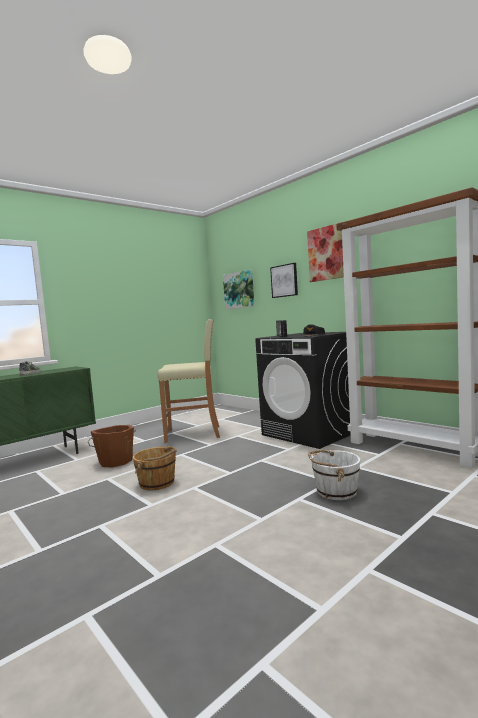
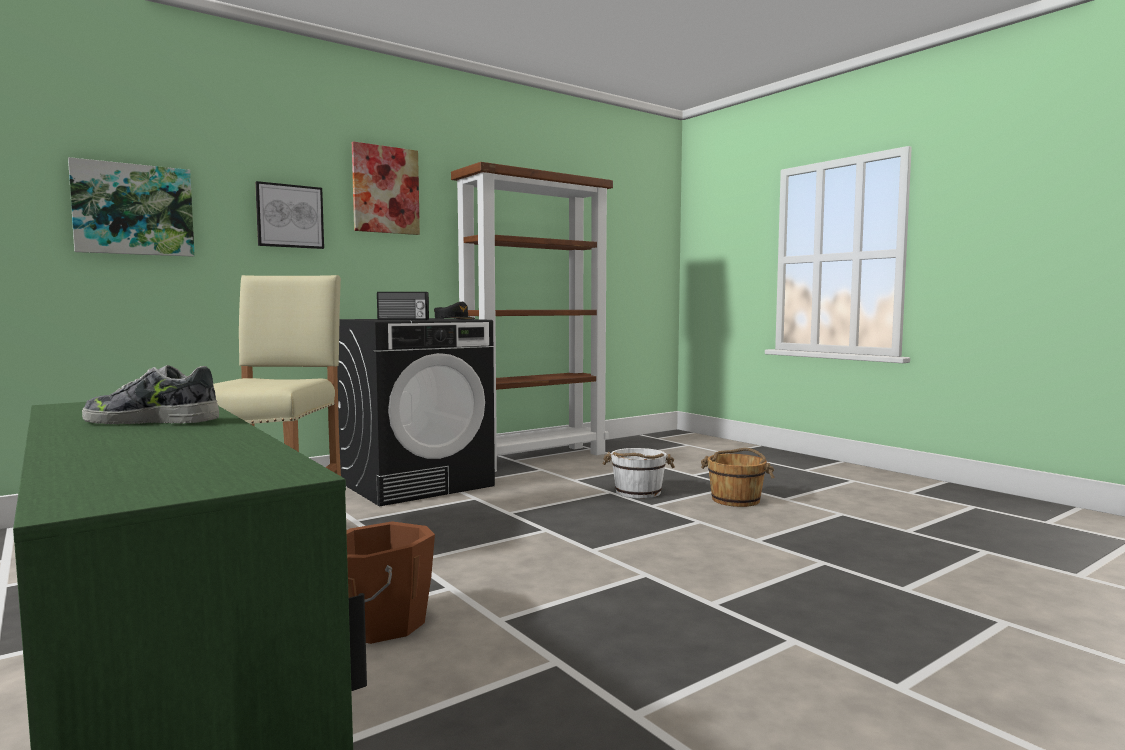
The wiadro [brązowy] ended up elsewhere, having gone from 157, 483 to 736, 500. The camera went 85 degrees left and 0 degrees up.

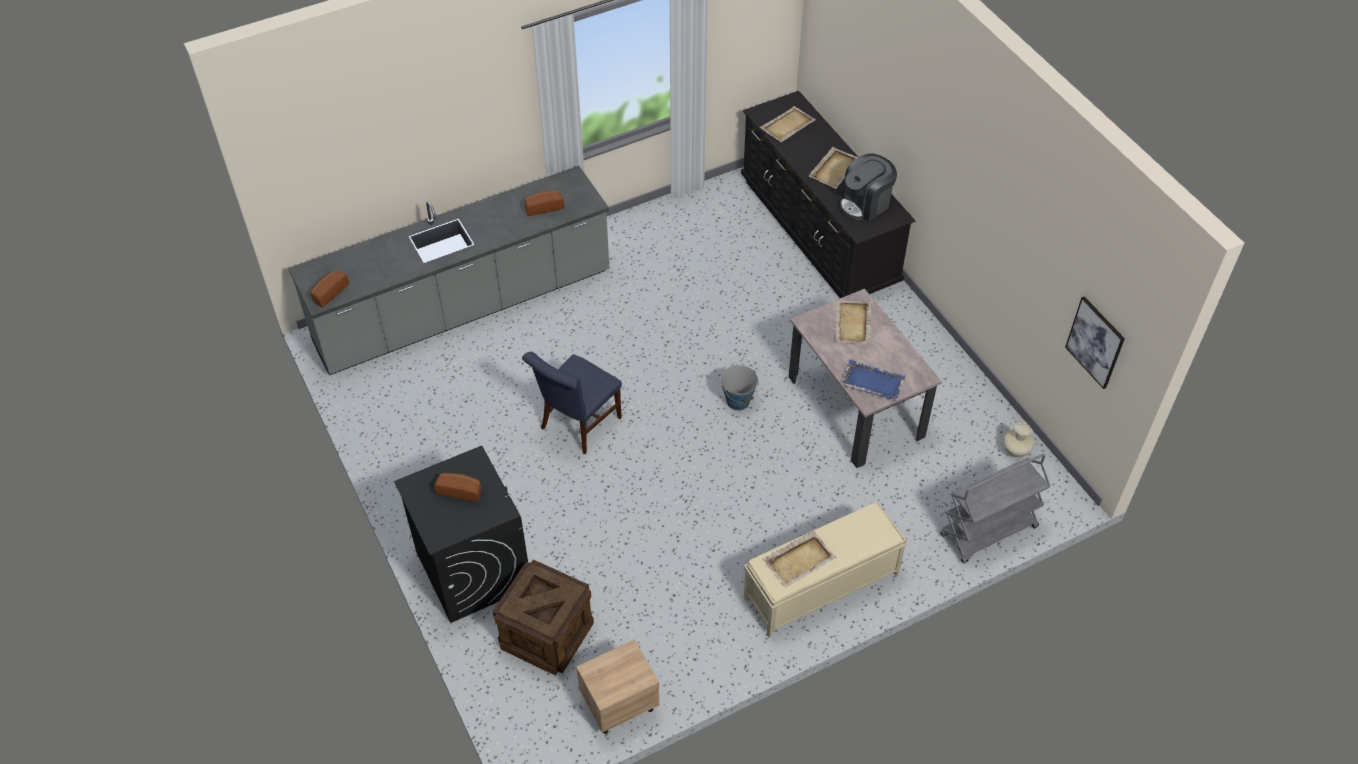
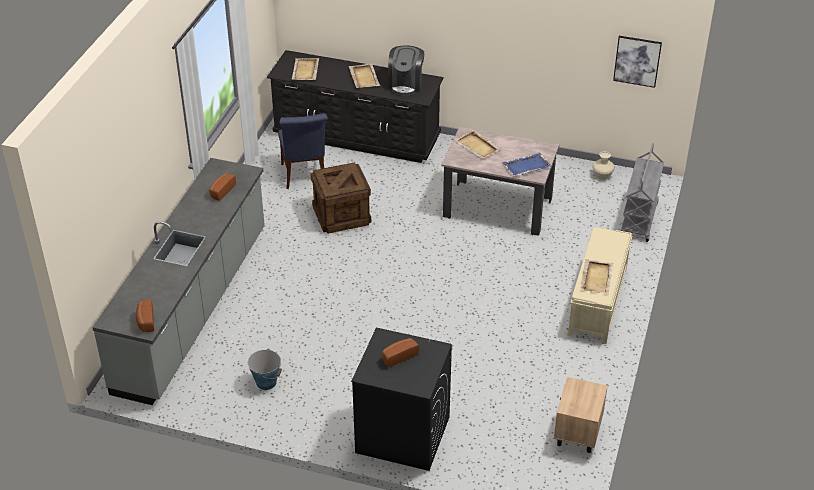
The skrzynka ended up elsewhere, having gone from 547, 633 to 341, 215. The krzesło [niebieski] ended up elsewhere, having gone from 577, 426 to 305, 176. The wiadro ended up elsewhere, having gone from 738, 401 to 266, 382. The camera went 45 degrees left and 10 degrees down.

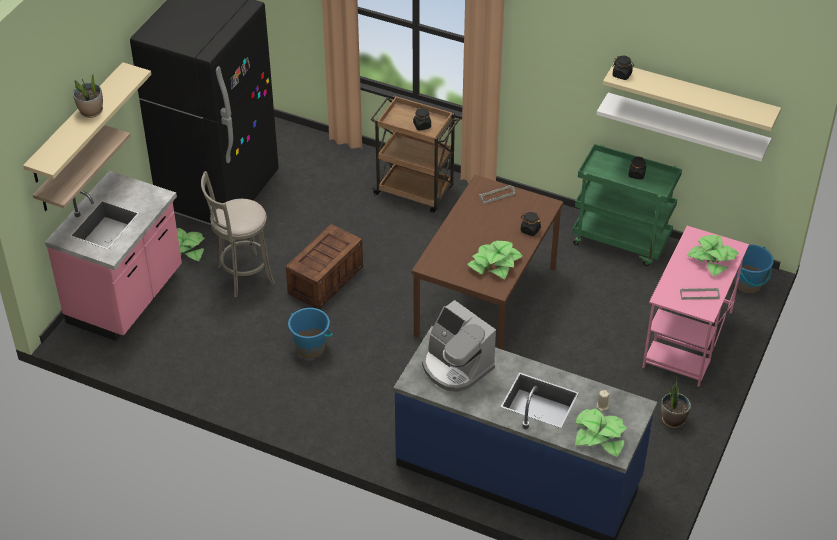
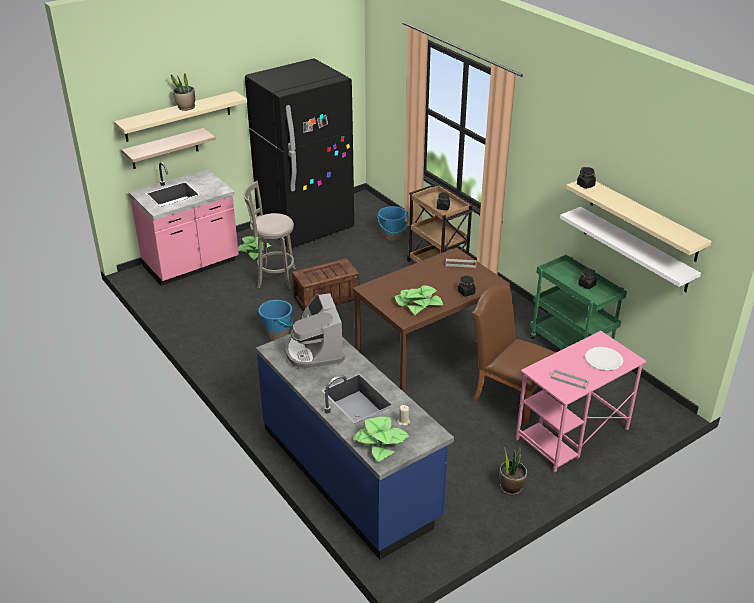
Where the roślina doniczkowa stood at 712, 258, the talerz [biały] came to stand at 603, 359. The wiadro [niebieski] ended up elsewhere, having gone from 748, 284 to 392, 236. The second view gained the krzesło [brązowy] at 509, 394. The camera went 30 degrees right and 10 degrees down.

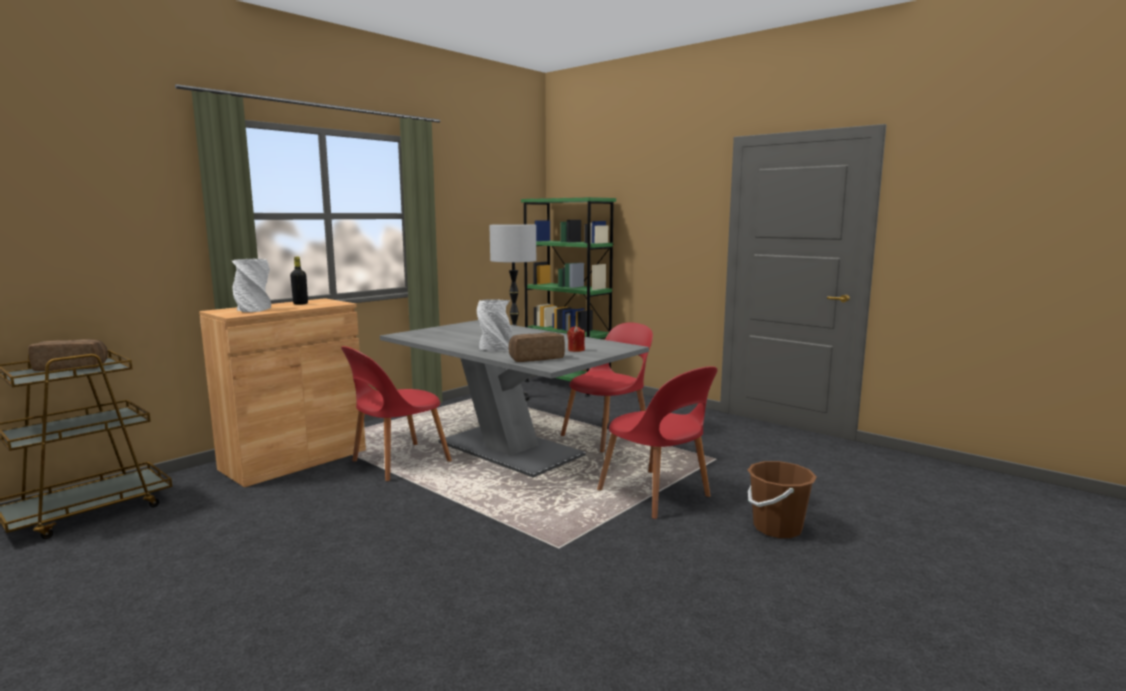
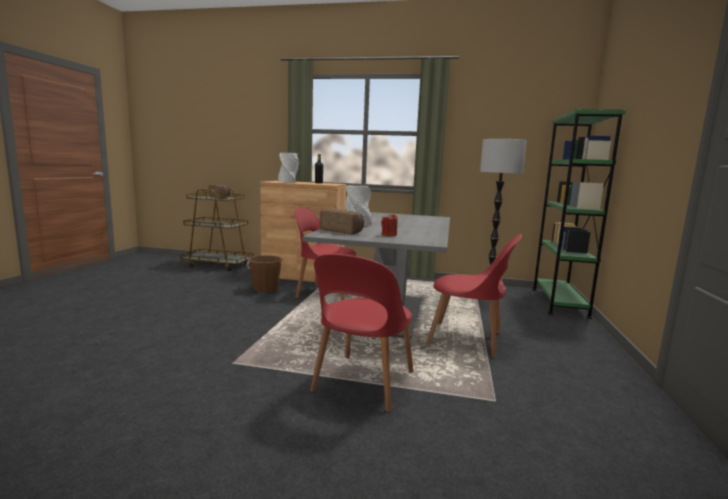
The wiadro [brązowy] ended up elsewhere, having gone from 777, 528 to 265, 289. The camera went 60 degrees right and 0 degrees up.

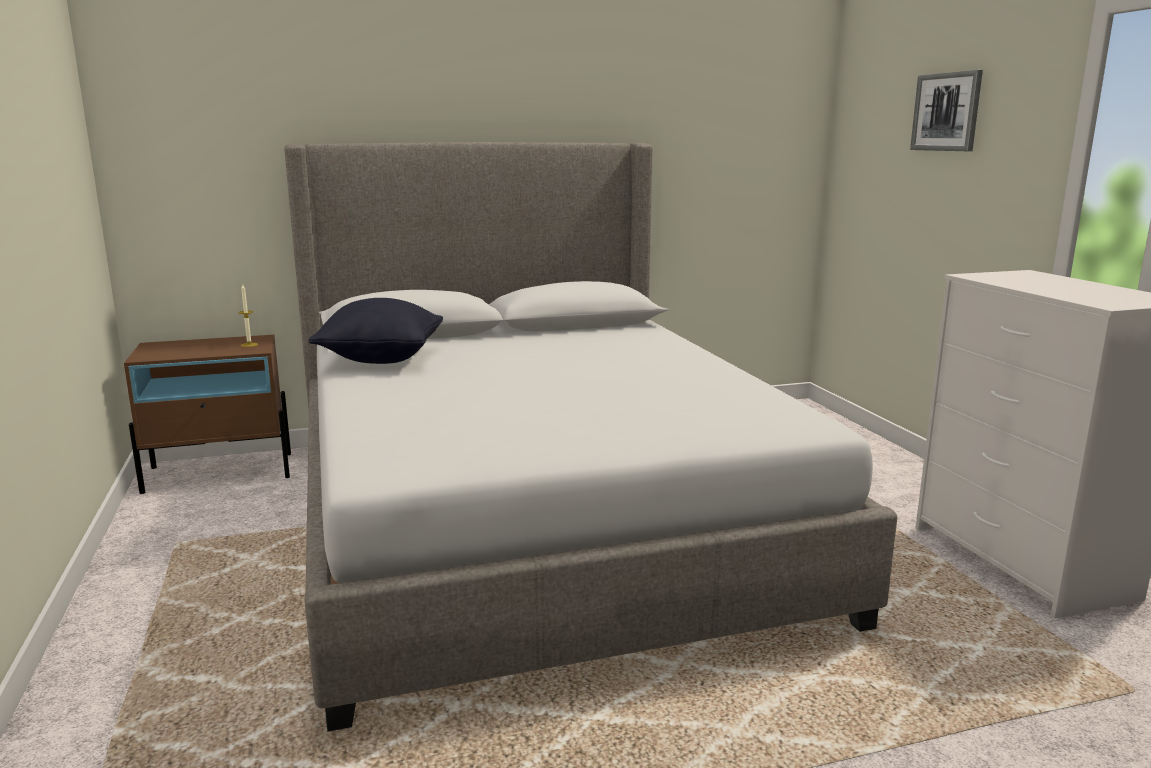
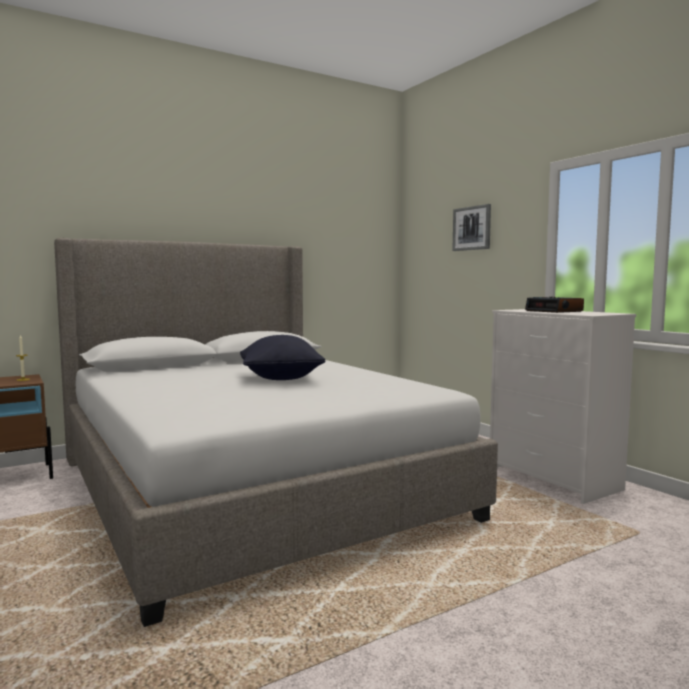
The poduszka [czarny] ended up elsewhere, having gone from 381, 359 to 281, 378. The second view gained the budzik at 554, 311. The camera went 15 degrees left and 10 degrees down.

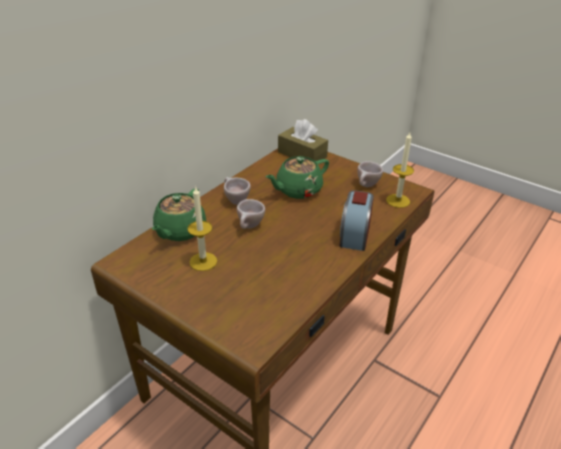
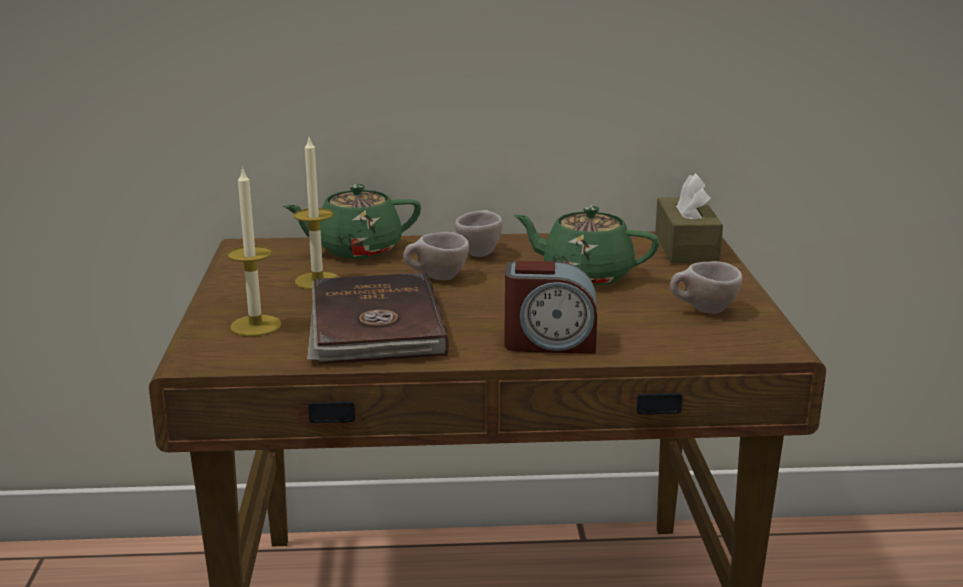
The budzik at 354, 235 ended up facing another way, 150 degrees counterclockwise from before. The świeca ended up elsewhere, having gone from 398, 201 to 255, 325. The second view gained the książka [brązowy] at 374, 326. The camera went 50 degrees right and 15 degrees down.

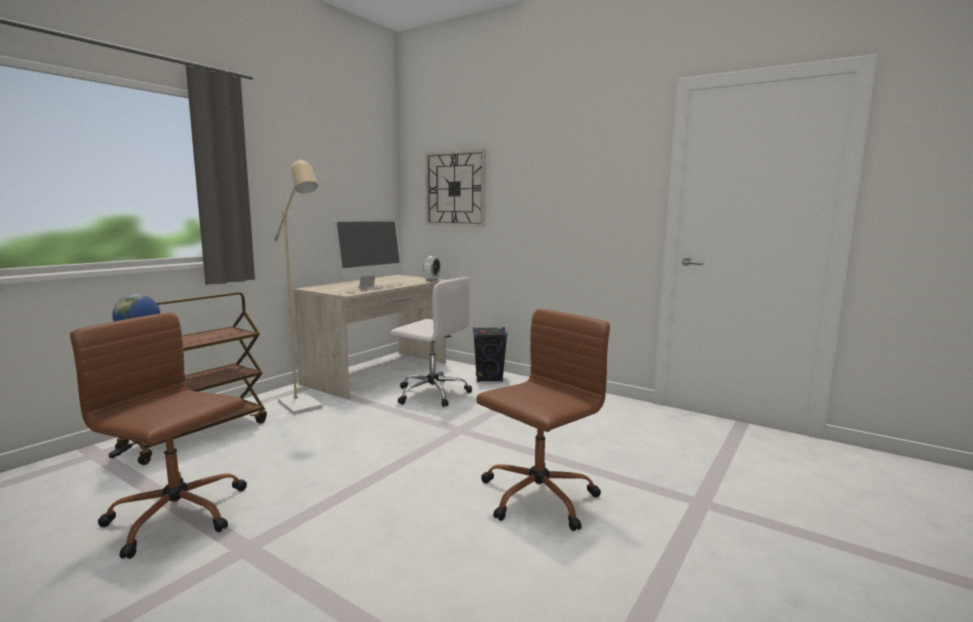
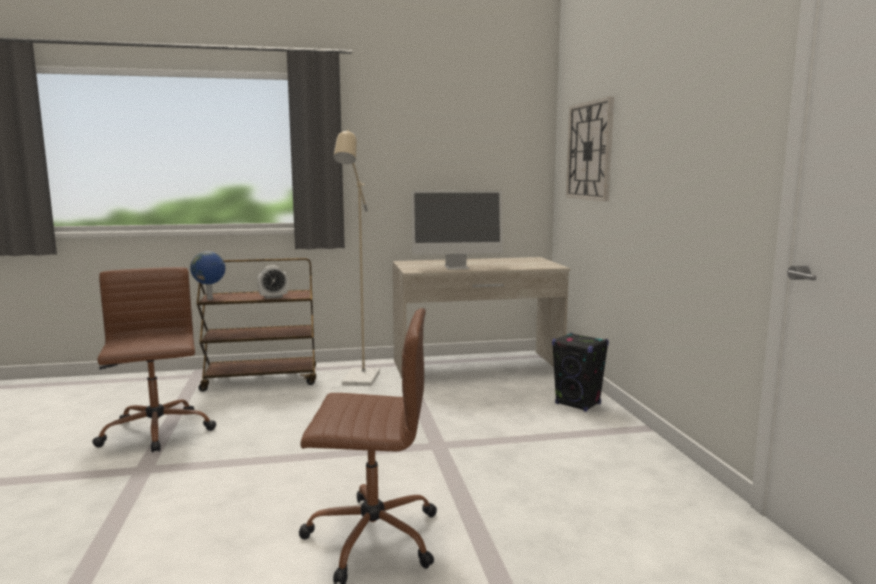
The second view lost the krzesło biurowe [biały] at 431, 393. The budzik ended up elsewhere, having gone from 431, 280 to 273, 297. The camera went 45 degrees right and 0 degrees up.

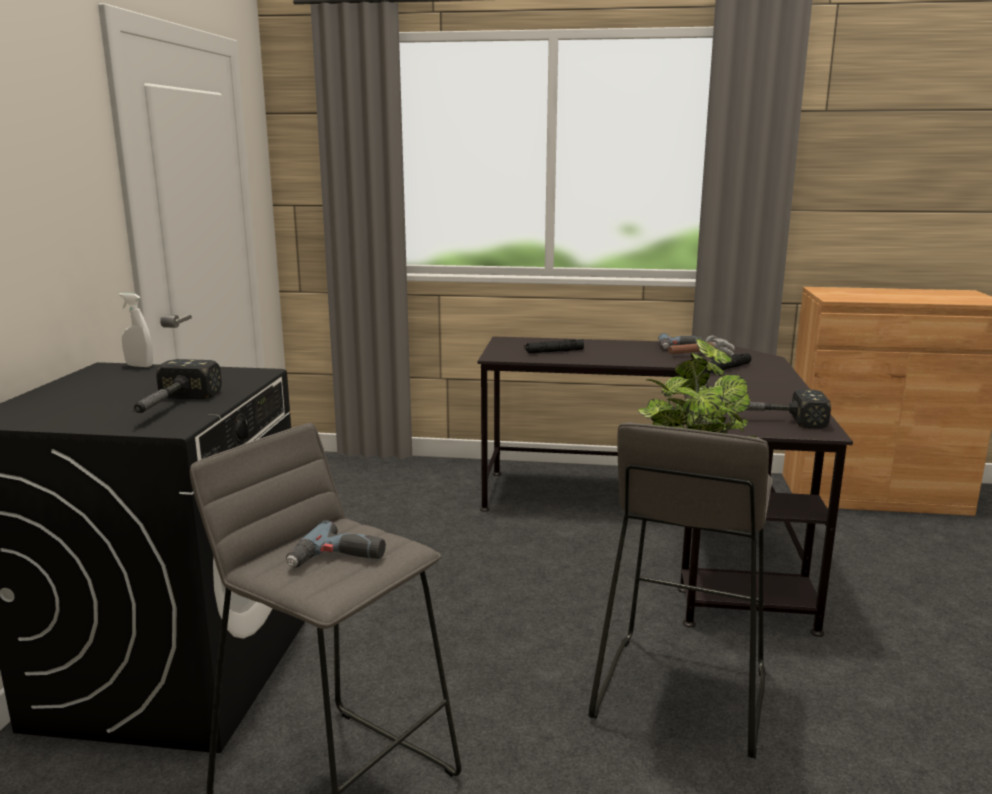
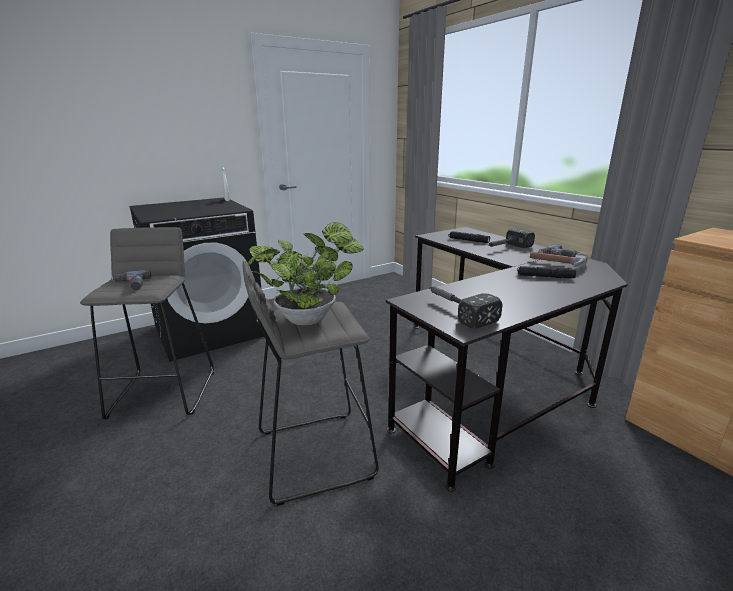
The młotek ended up elsewhere, having gone from 169, 408 to 506, 248. The camera went 50 degrees right and 5 degrees up.

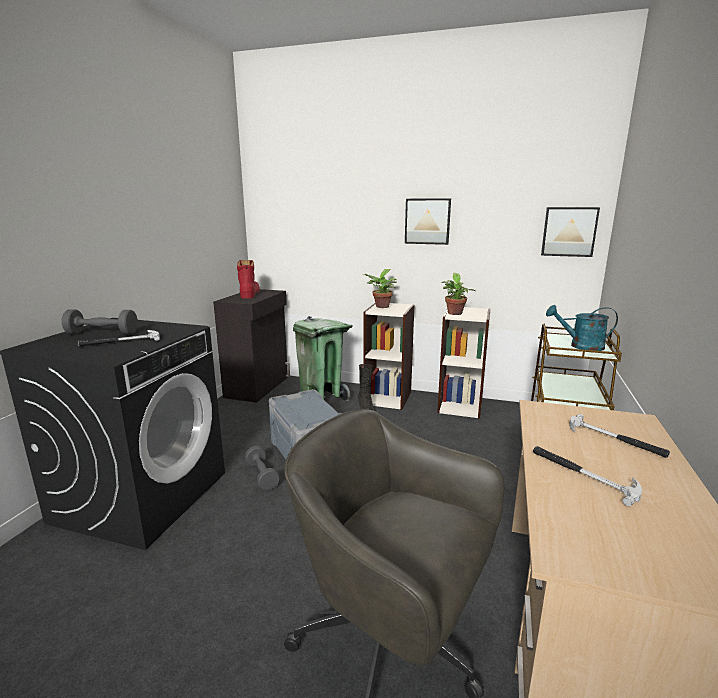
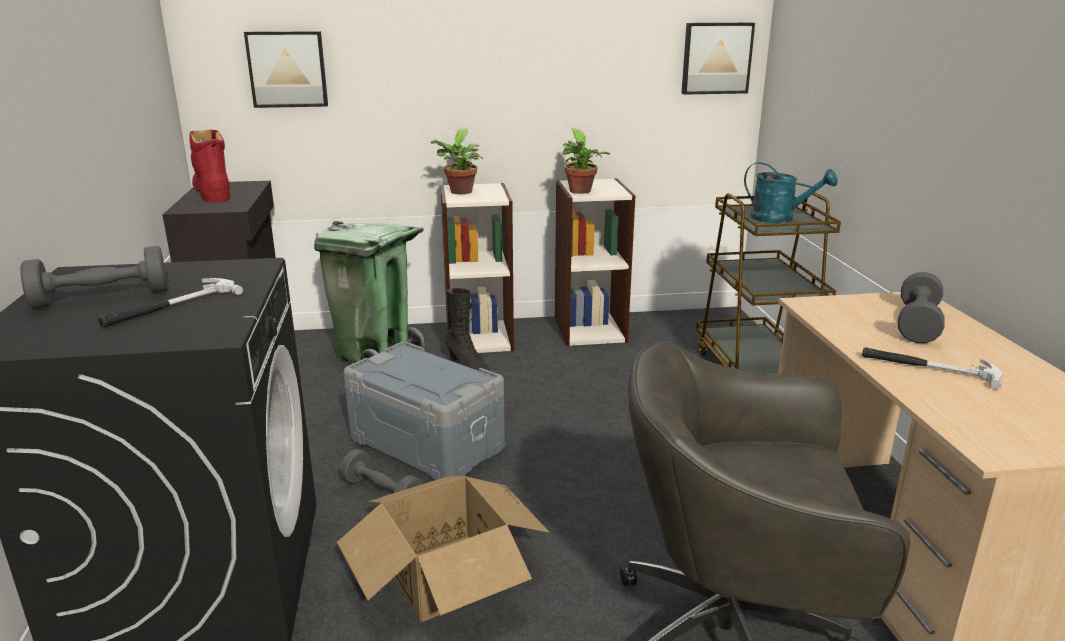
The obraz ended up elsewhere, having gone from 427, 221 to 287, 69. The konewka [turkusowy] at 580, 346 ended up facing another way, 135 degrees counterclockwise from before. Where the młotek stood at 614, 439, the hantel [szary] came to stand at 917, 324. The second view gained the karton at 445, 575. The camera went 25 degrees left and 5 degrees up.

